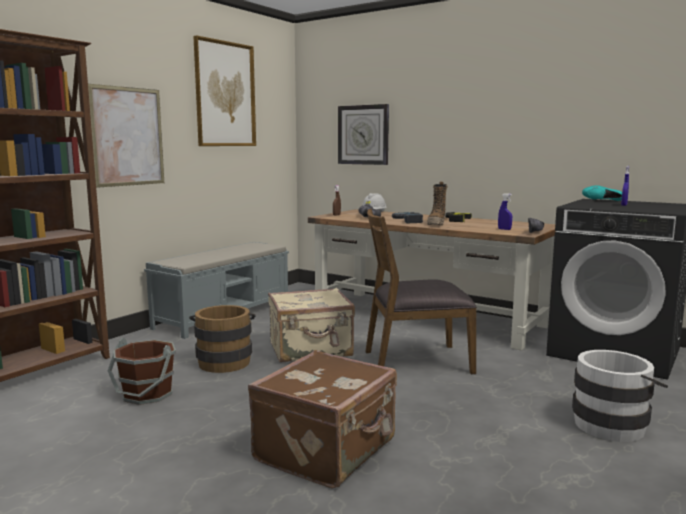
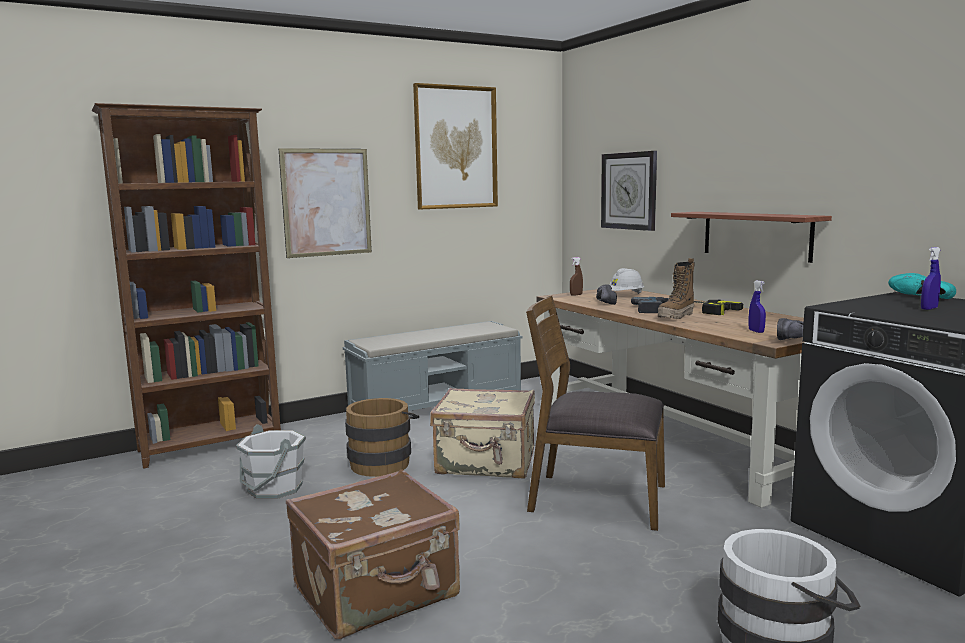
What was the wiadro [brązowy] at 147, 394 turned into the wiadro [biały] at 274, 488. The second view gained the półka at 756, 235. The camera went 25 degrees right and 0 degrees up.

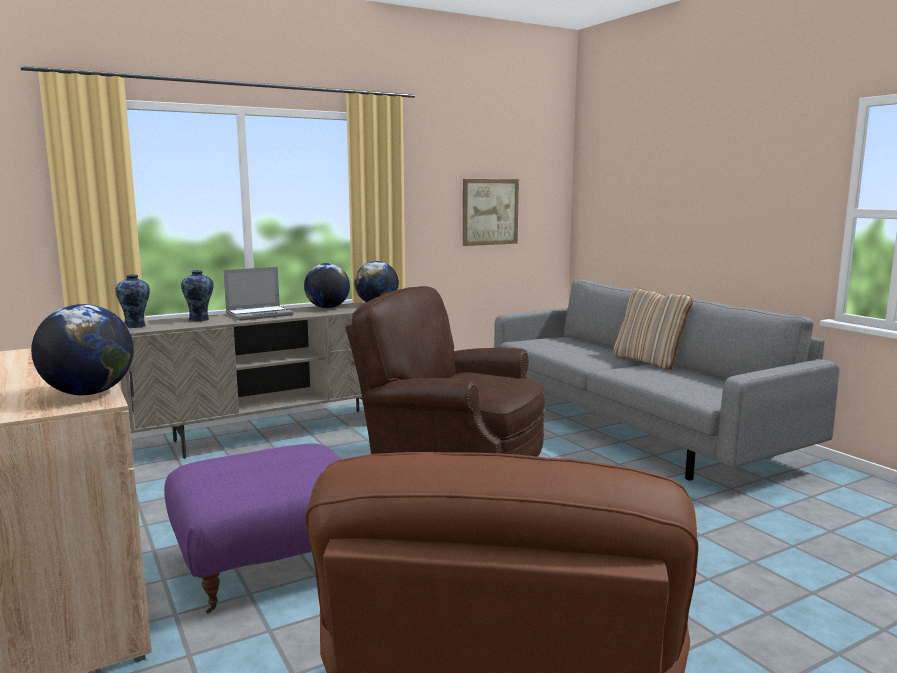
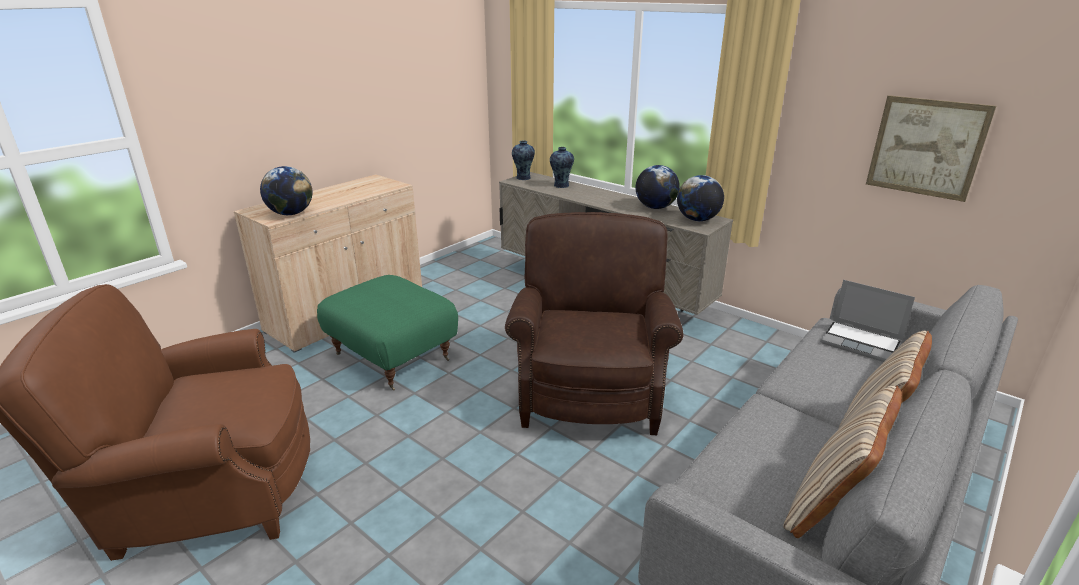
What was the pufa [fioletowy] at 271, 564 turned into the pufa [zielony] at 394, 356. The laptop ended up elsewhere, having gone from 260, 314 to 861, 343. The second view gained the poduszka [beżowy] at 829, 506. The camera went 70 degrees right and 15 degrees up.

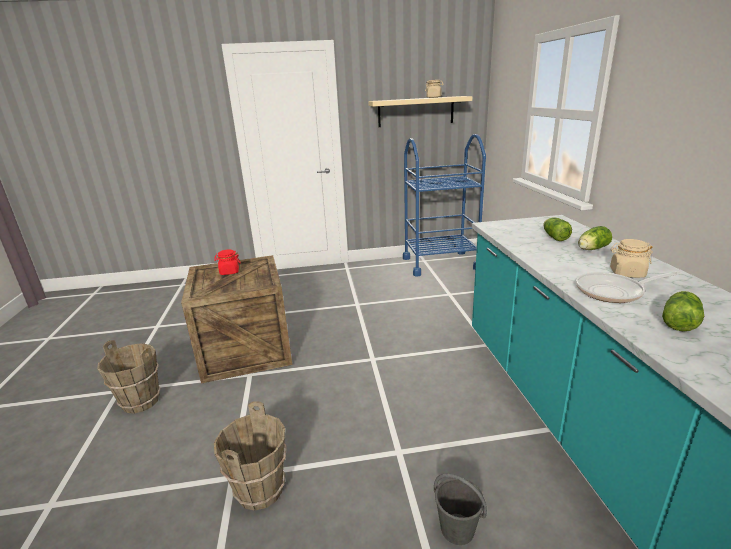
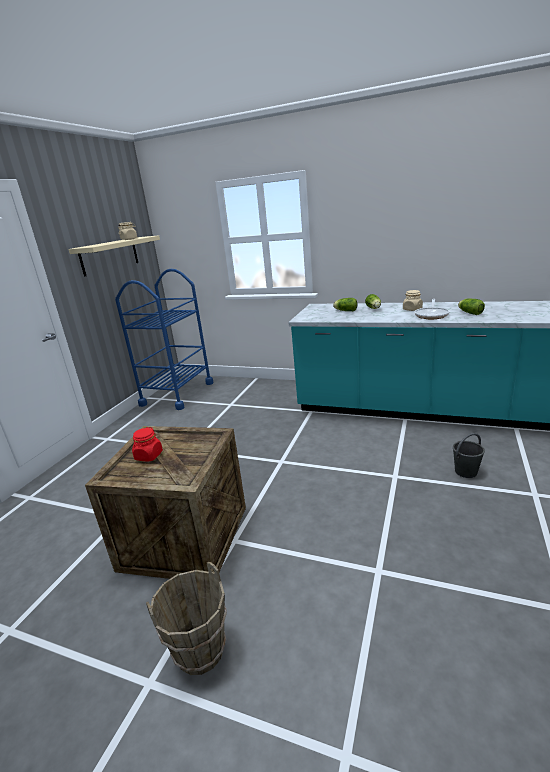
The second view lost the wiadro [brązowy] at 261, 490. The camera went 60 degrees left and 0 degrees up.

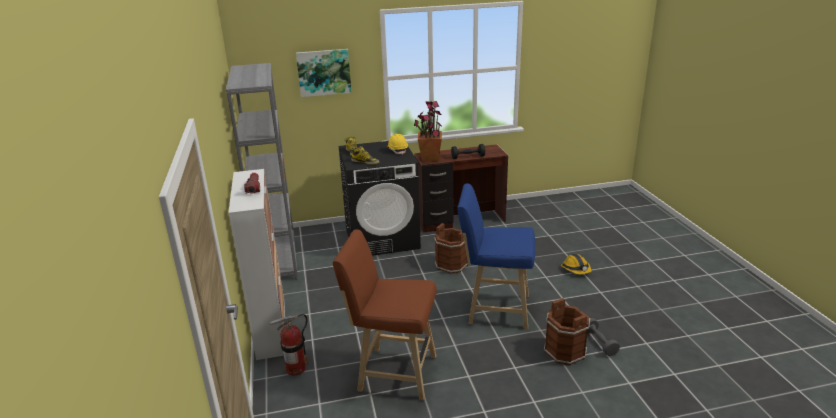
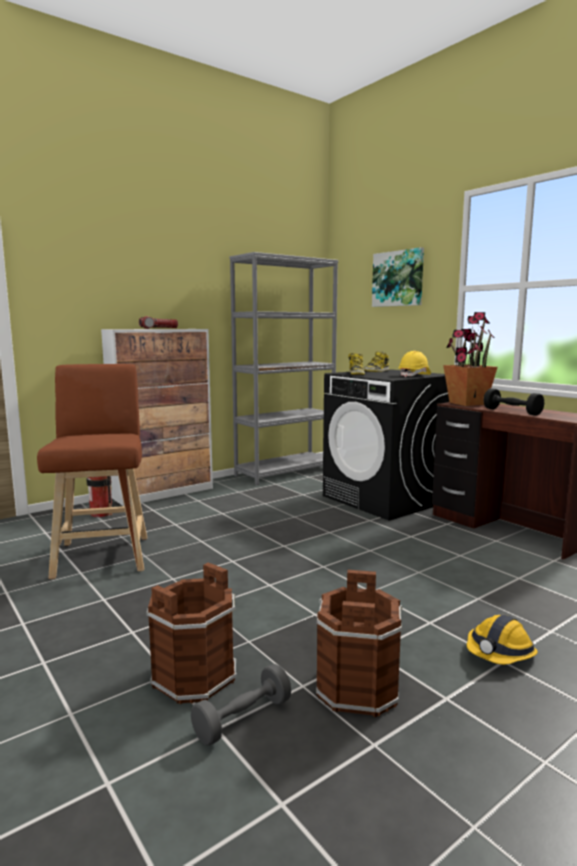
The wiadro [brązowy] ended up elsewhere, having gone from 451, 265 to 356, 688. The second view lost the stołek [niebieski] at 494, 309. The camera went 65 degrees right and 15 degrees down.

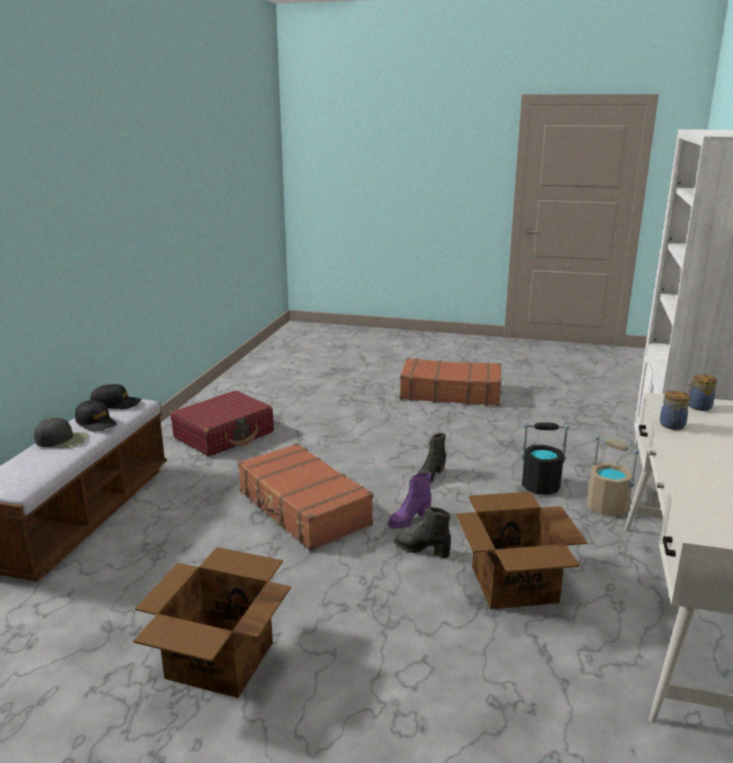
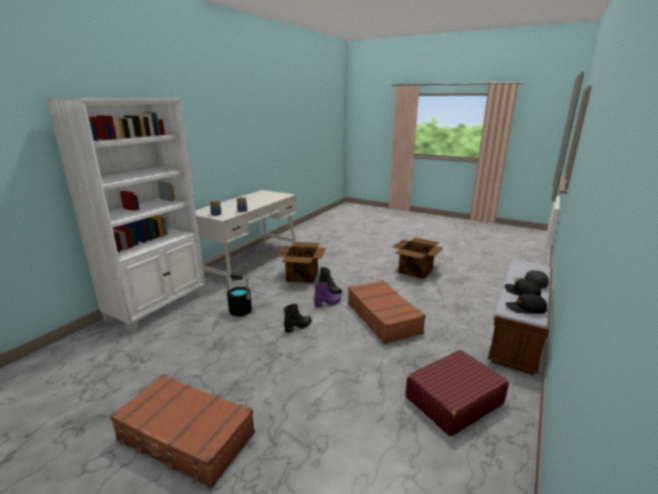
The second view lost the wiadro [beżowy] at 607, 507. The camera went 165 degrees left and 0 degrees up.

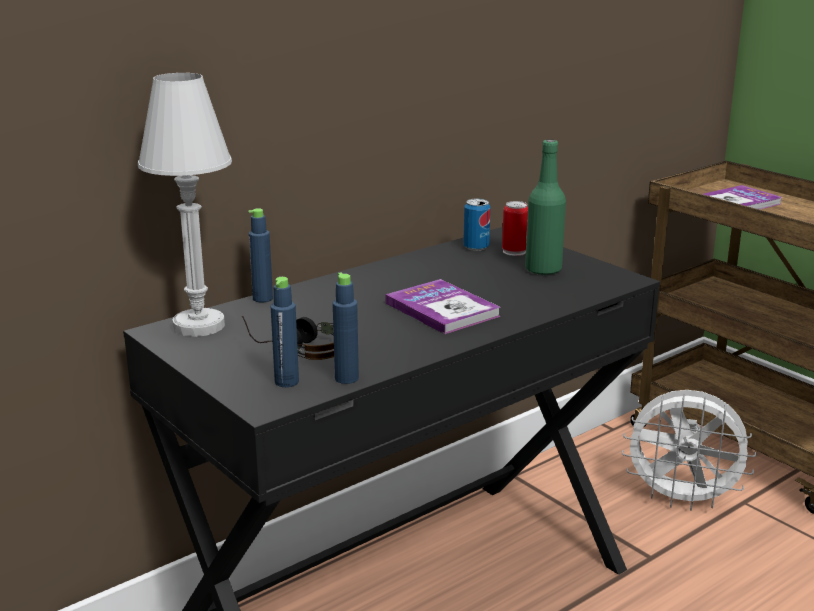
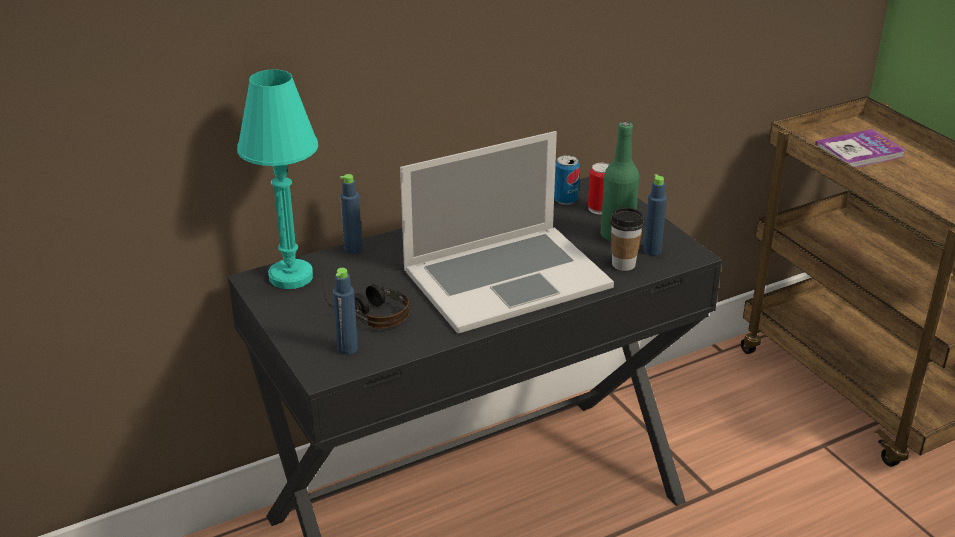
What was the lampa stołowa [biały] at 199, 326 turned into the lampa stołowa [turkusowy] at 291, 277. The butelka [niebieski] ended up elsewhere, having gone from 346, 378 to 652, 250. Where the książka stood at 442, 309, the laptop came to stand at 506, 277. The second view lost the wentylator [biały] at 682, 499. The second view gained the filiżanka at 623, 264. The camera went 10 degrees right and 10 degrees up.

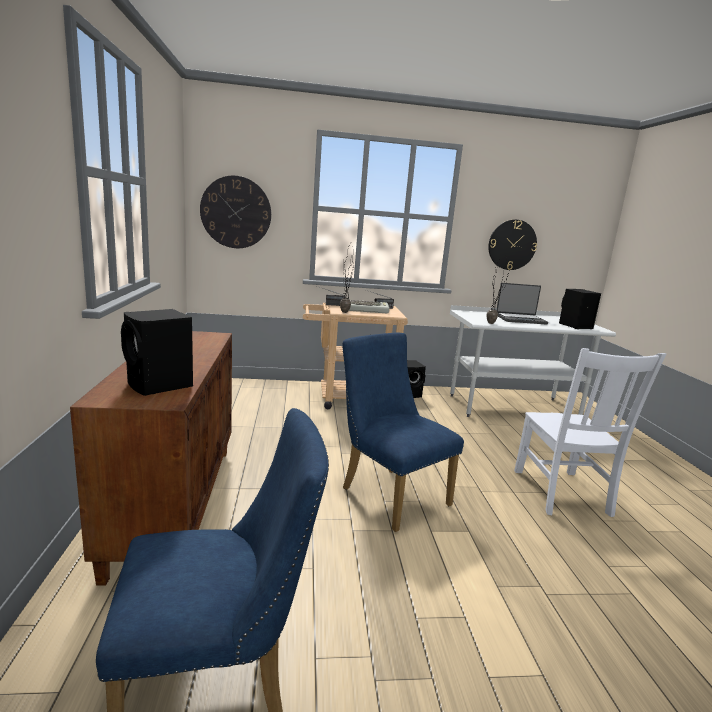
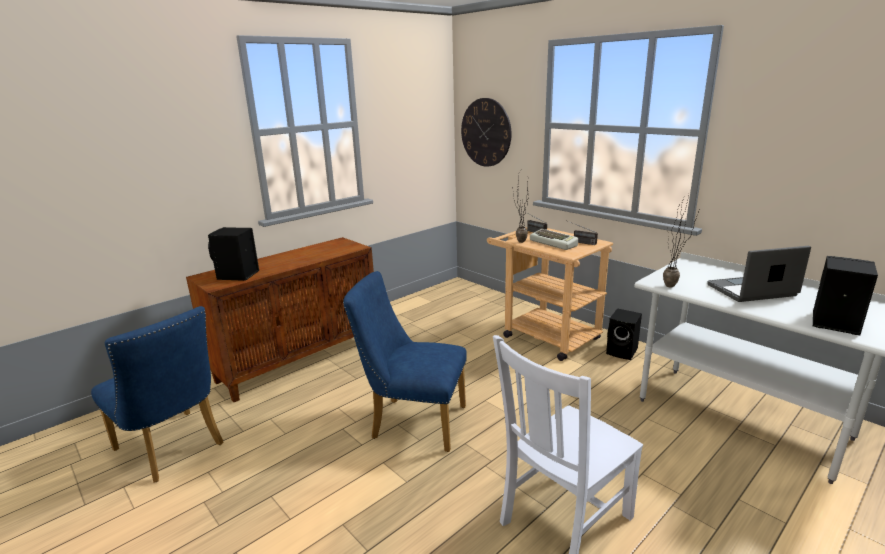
The krzesło [niebieski] at 389, 493 ended up facing another way, 90 degrees counterclockwise from before. The second view lost the zegar ścienny at 512, 245. The laptop at 520, 319 ended up facing another way, 120 degrees clockwise from before. The camera went 55 degrees right and 5 degrees up.

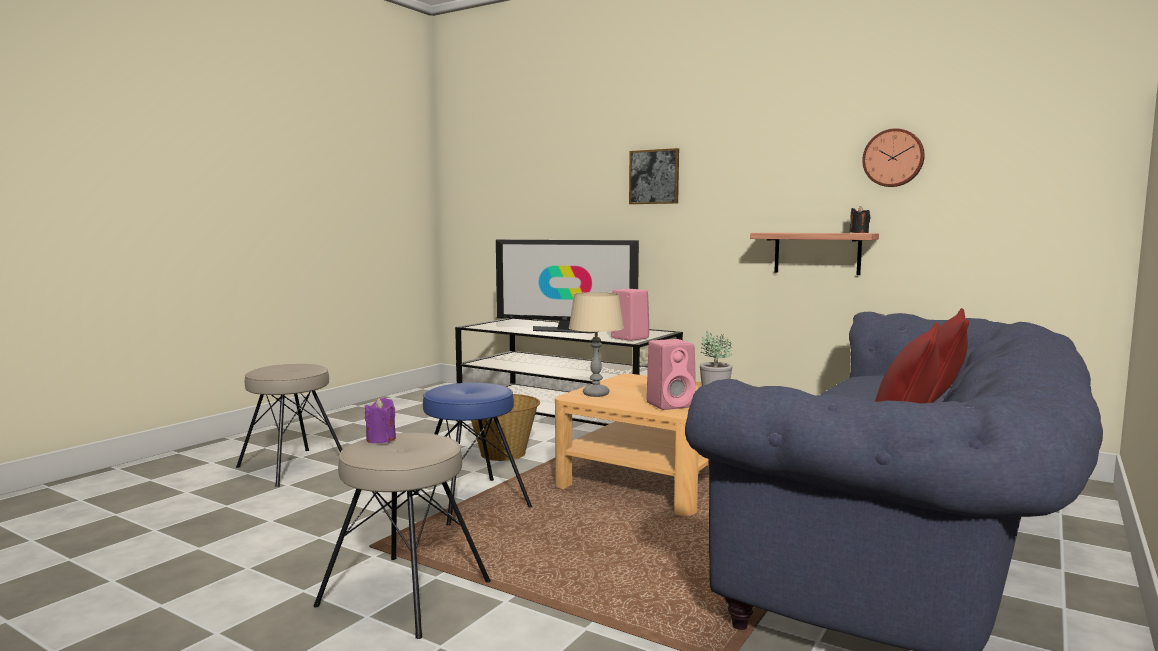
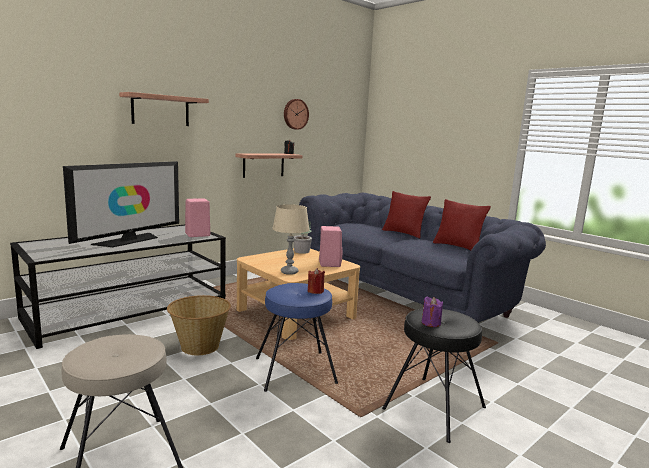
What was the stołek [beżowy] at 406, 593 turned into the stołek [czarny] at 433, 407. Where the obraz hung at 654, 177, the półka came to hang at 160, 110. The second view gained the świeca [czerwony] at 315, 291. The camera went 75 degrees left and 5 degrees up.

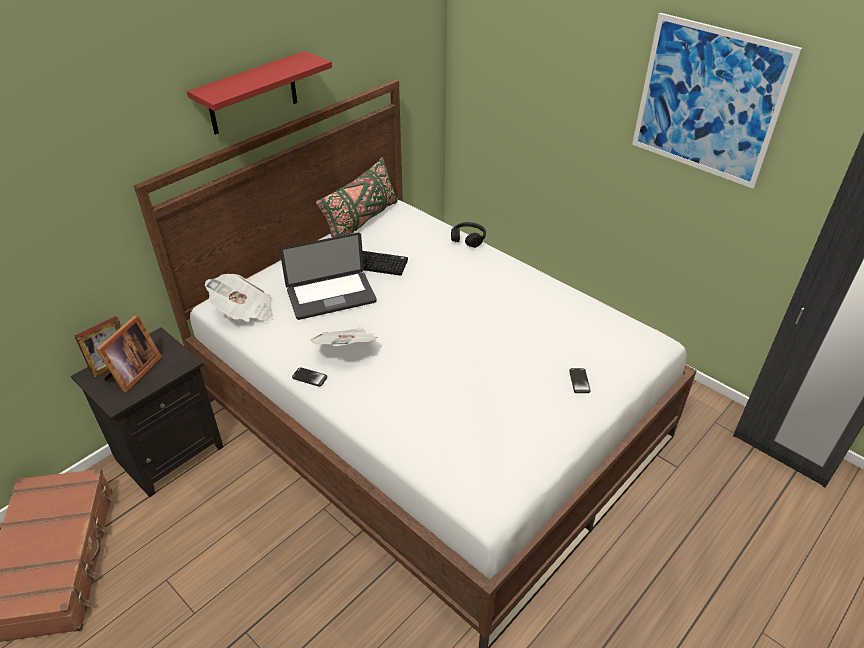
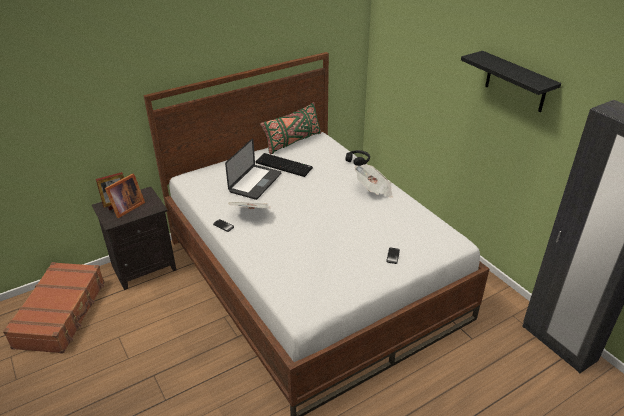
The second view lost the półka [czerwony] at 252, 94. The gazeta ended up elsewhere, having gone from 244, 312 to 374, 190. The laptop at 331, 296 ended up facing another way, 60 degrees counterclockwise from before. Where the obraz hung at 708, 101, the półka [czarny] came to hang at 515, 82. The camera went 15 degrees right and 5 degrees down.

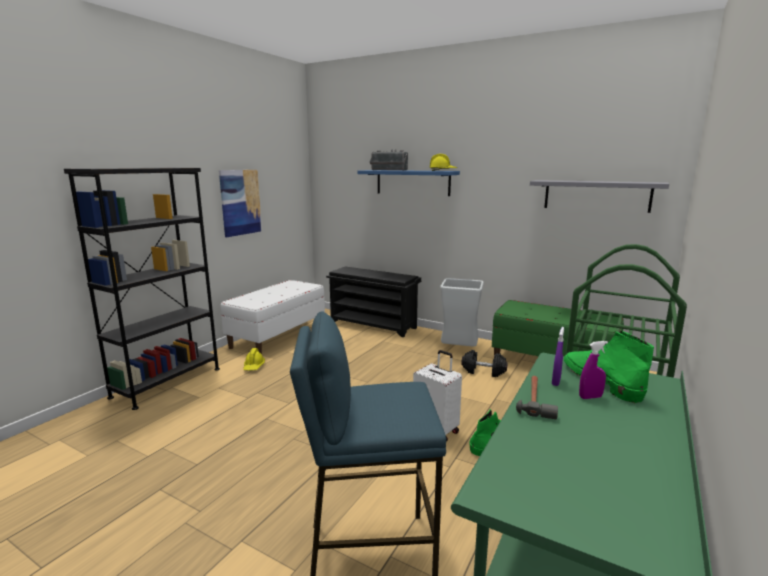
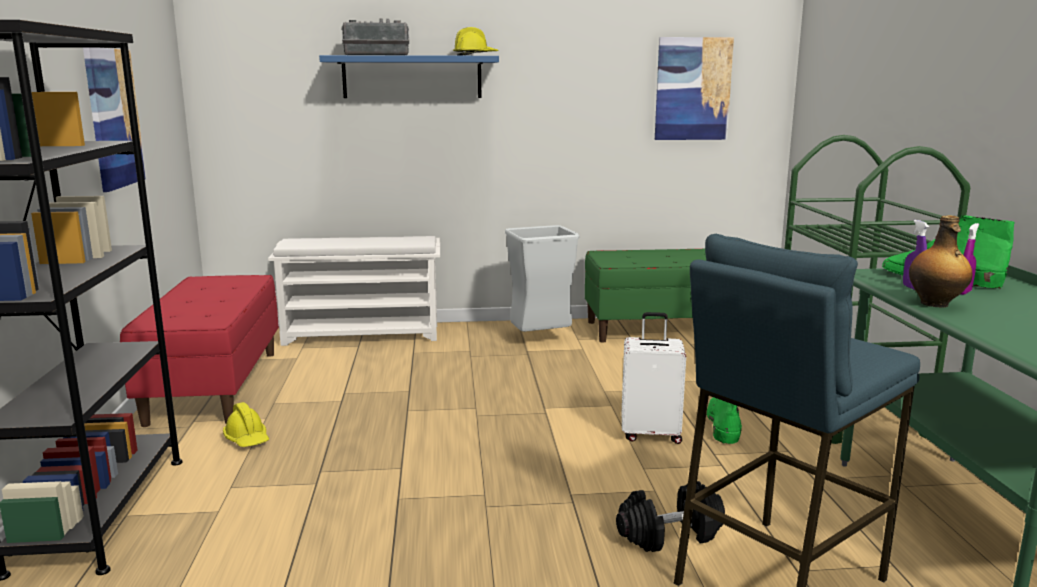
What was the ławka [biały] at 278, 336 turned into the ławka [czerwony] at 214, 386. What was the regał na buty [czarny] at 374, 325 turned into the regał na buty [biały] at 363, 334. The hantel [czarny] ended up elsewhere, having gone from 483, 371 to 669, 535. Where the młotek stood at 536, 399, the butelka came to stand at 935, 304. Where the półka [szary] hung at 596, 195, the obraz came to hang at 693, 89. The camera went 35 degrees left and 0 degrees up.

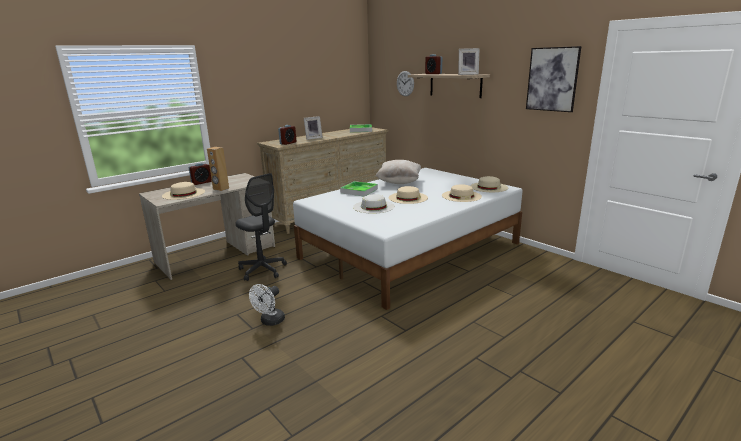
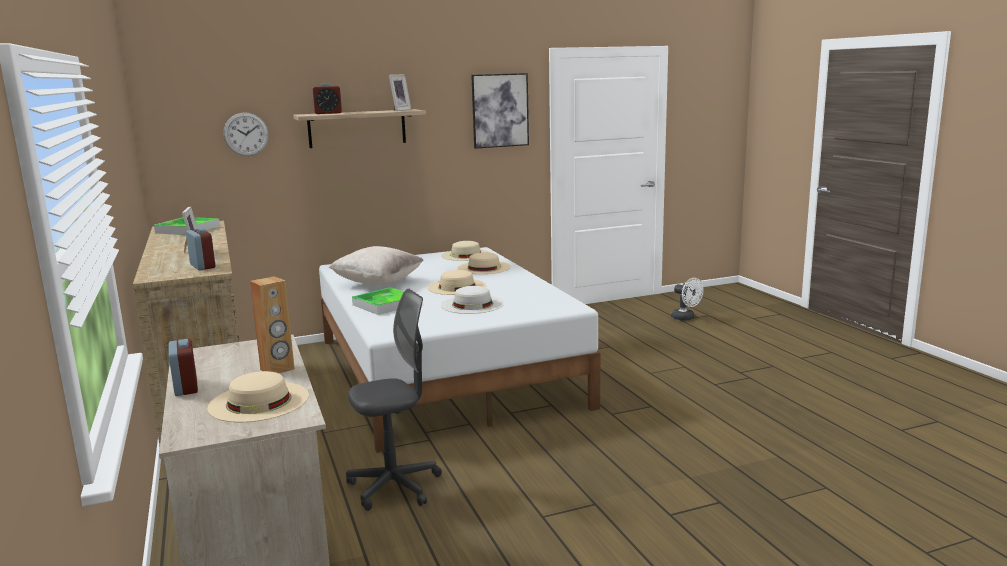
The wentylator [biały] ended up elsewhere, having gone from 270, 322 to 686, 318. The camera went 70 degrees left and 5 degrees down.

